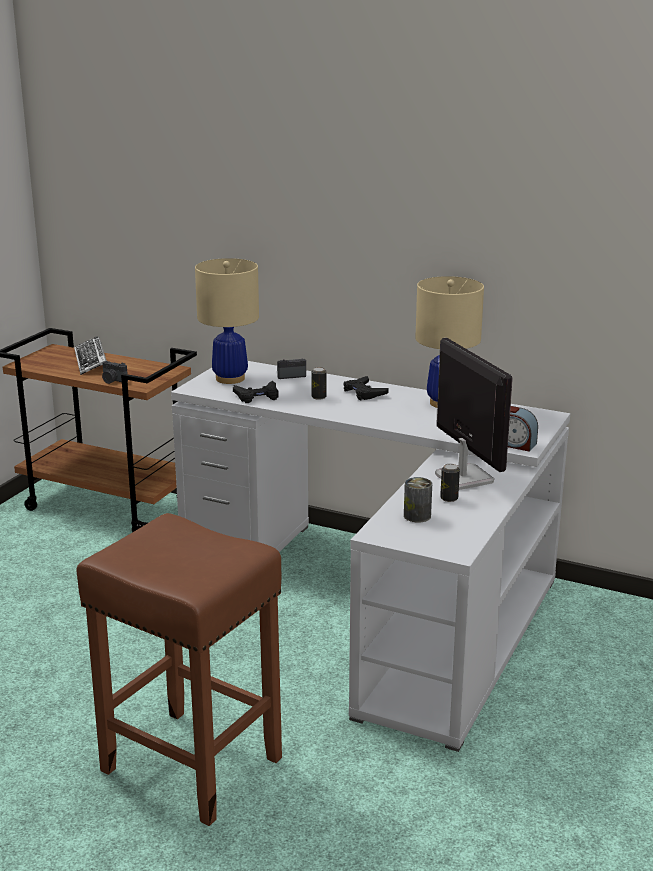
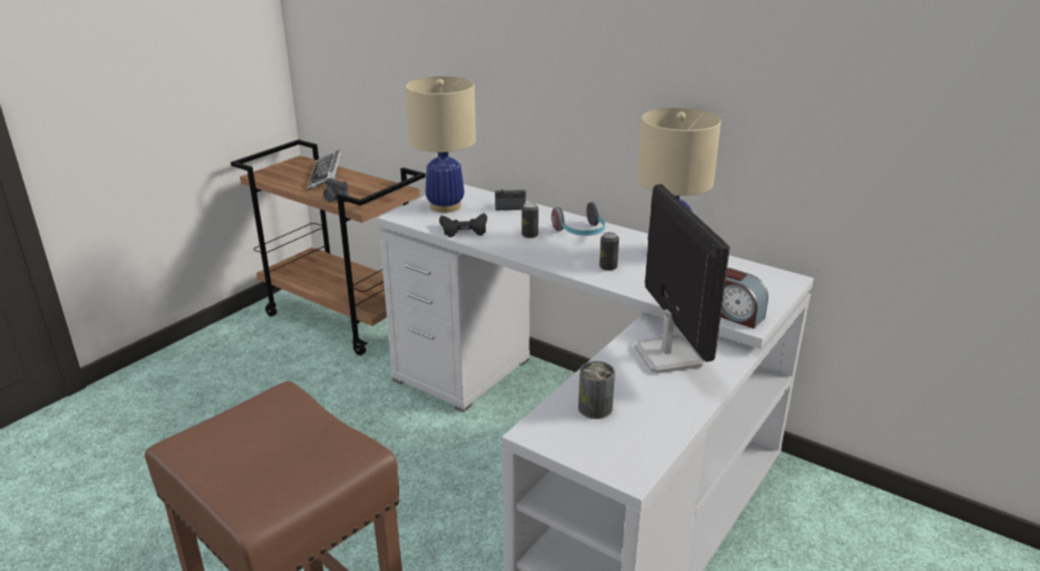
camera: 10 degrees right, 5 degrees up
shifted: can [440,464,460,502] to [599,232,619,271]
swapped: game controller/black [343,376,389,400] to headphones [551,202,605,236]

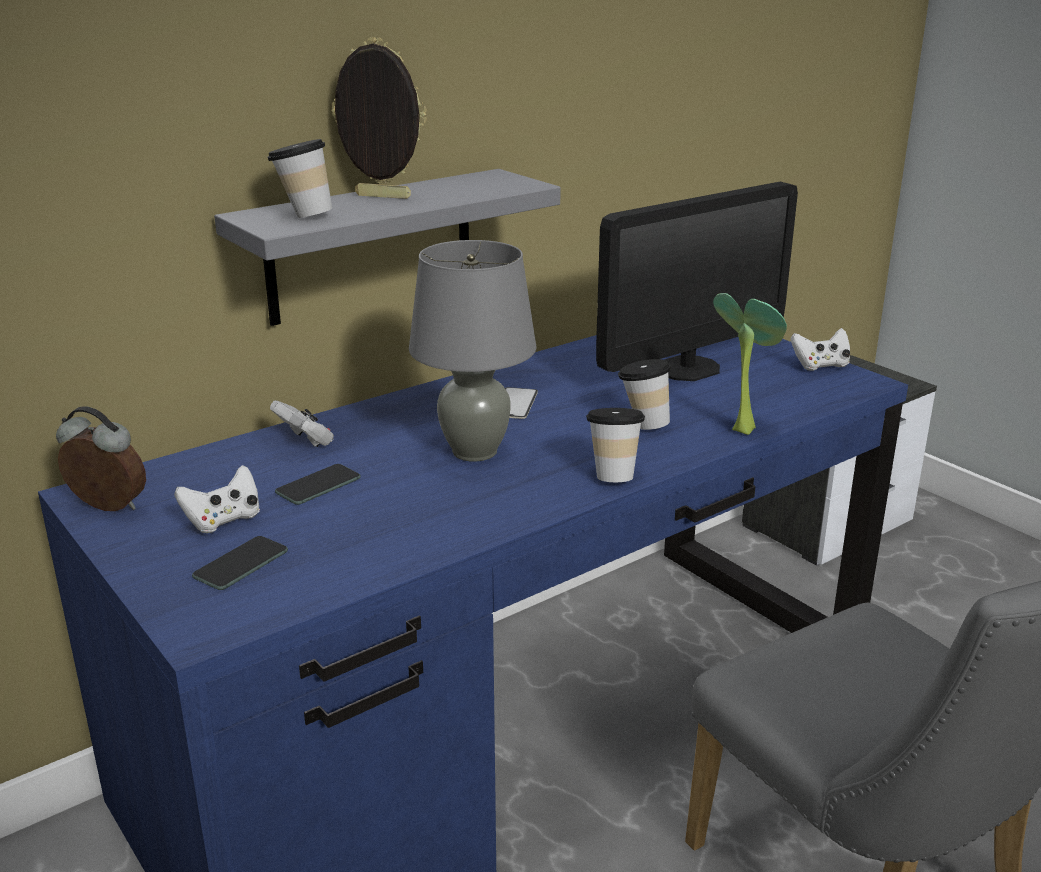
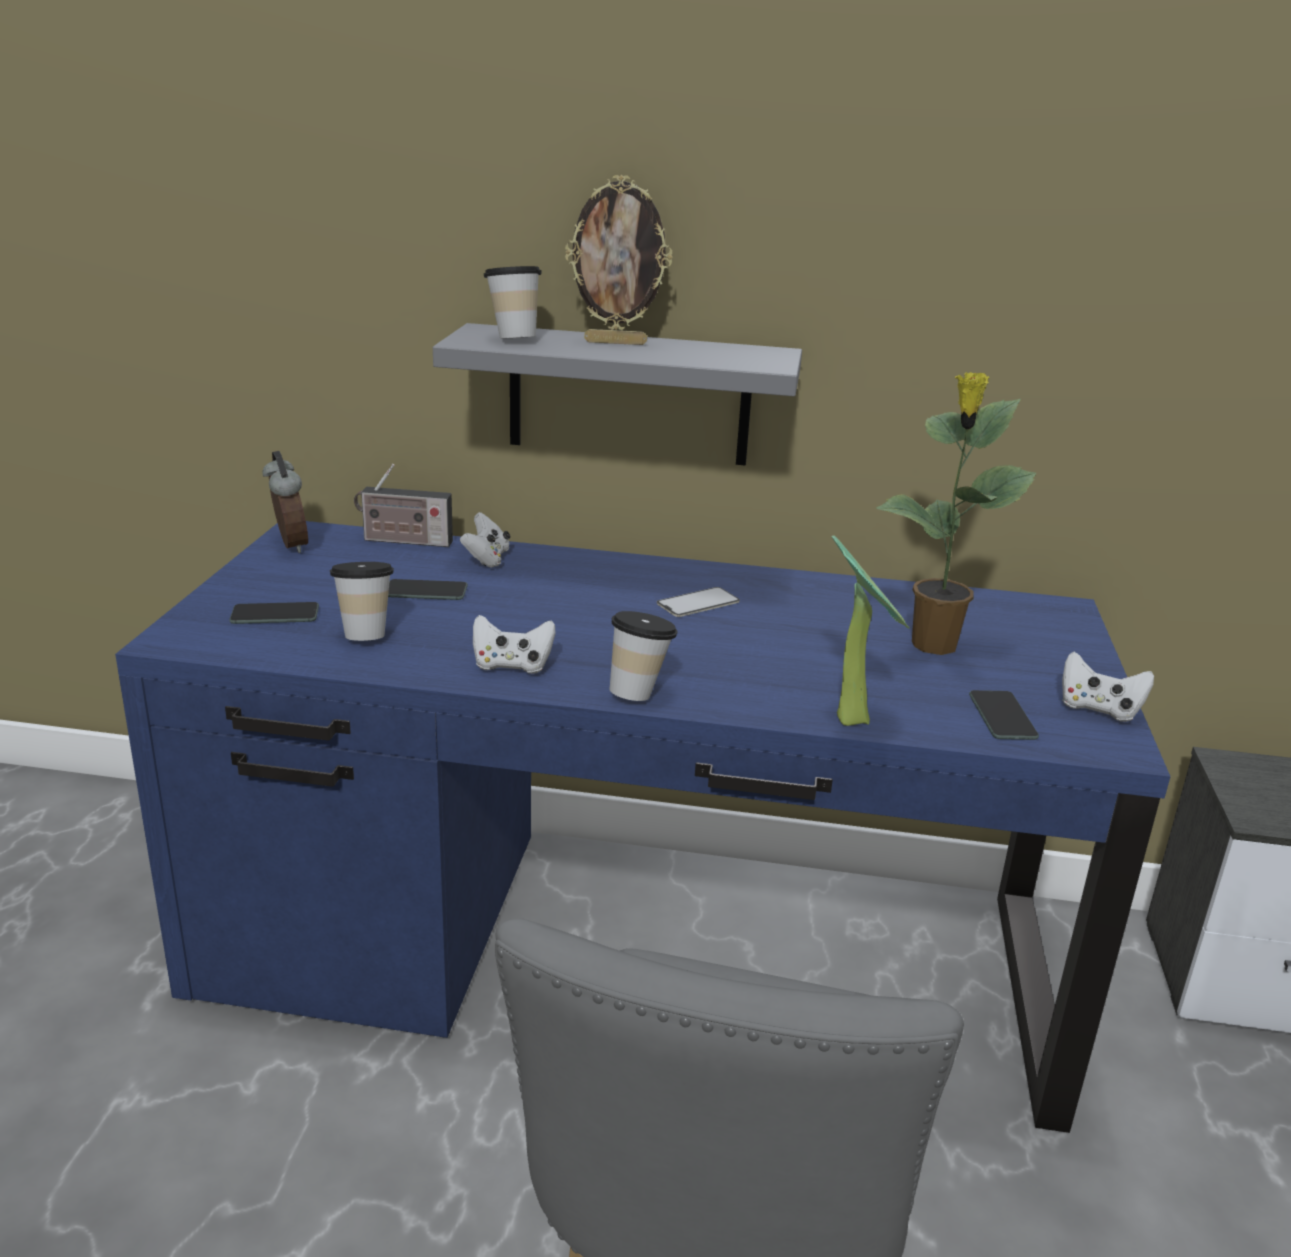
camera: 45 degrees right, 0 degrees up
gone: table lamp/grey [409,240,536,462]
new: radio [354,464,453,547]; phone [969,690,1039,740]
shifted: cup [618,359,671,430] to [330,562,394,641]; game controller/white [174,465,260,533] to [473,615,555,674]
swapped: monitor [596,182,798,381] to potted plant [876,372,1037,655]
rotated: picture frame [331,37,427,199] = [565,175,672,345] 120 degrees clockwise

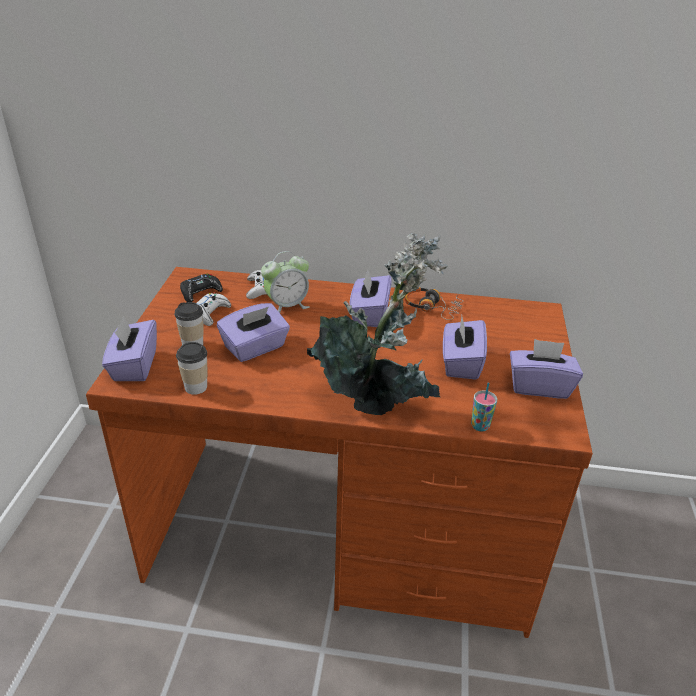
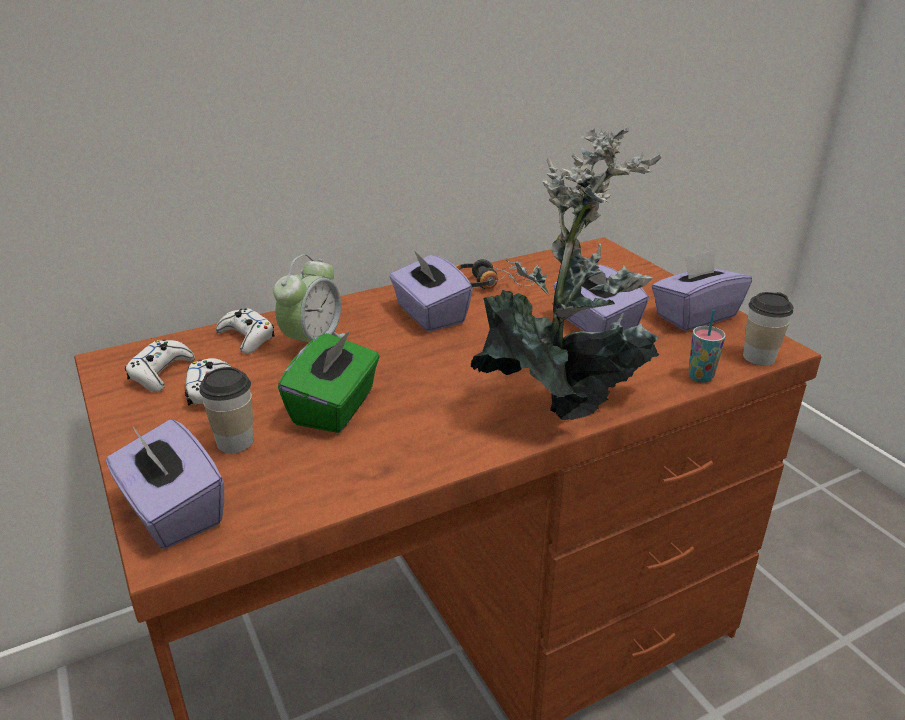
camera: 35 degrees left, 5 degrees down
shifted: cup [176,342,207,395] to [743,292,793,366]
repainted: game controller/black [180,273,223,302] to game controller/white [125,339,195,392]; tissue box/purple [217,303,290,362] to tissue box/green [278,331,380,433]

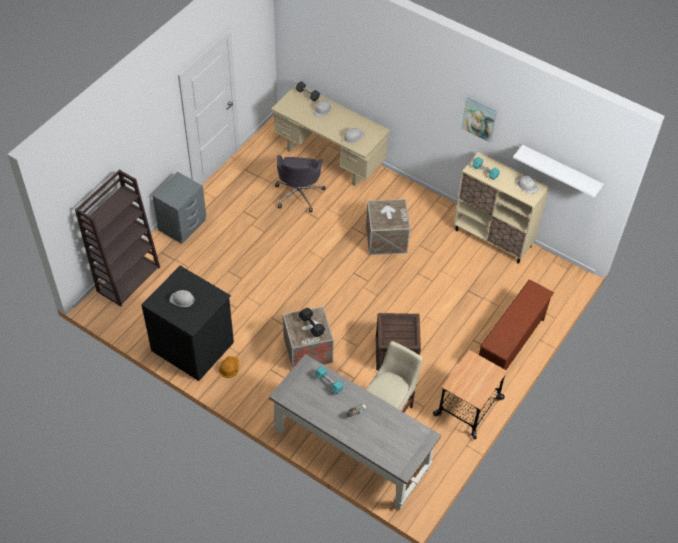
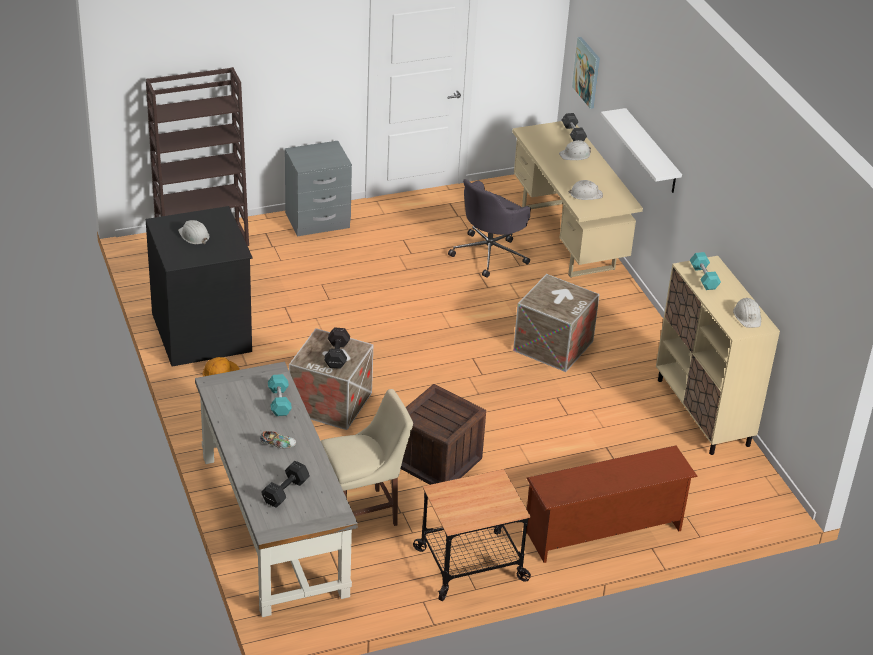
camera: 35 degrees right, 15 degrees down
new: dumbbell/black [261,461,310,508]
shifted: picture [462,97,497,142] to [572,37,600,109]; shelf/white [513,145,604,198] to [601,108,682,193]

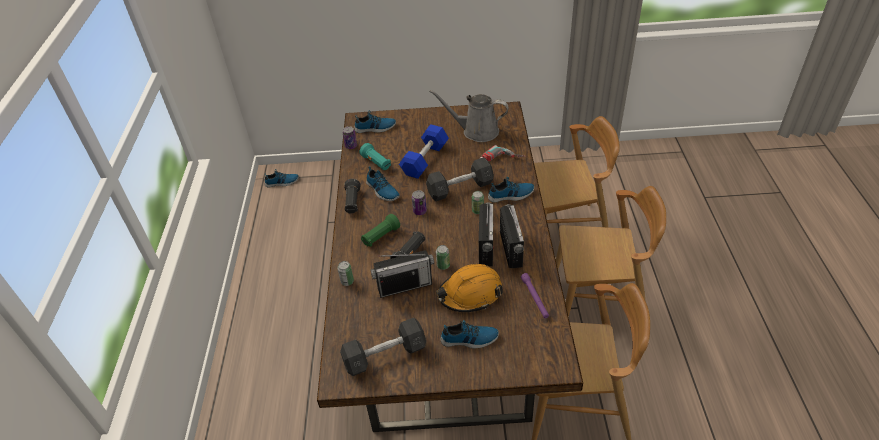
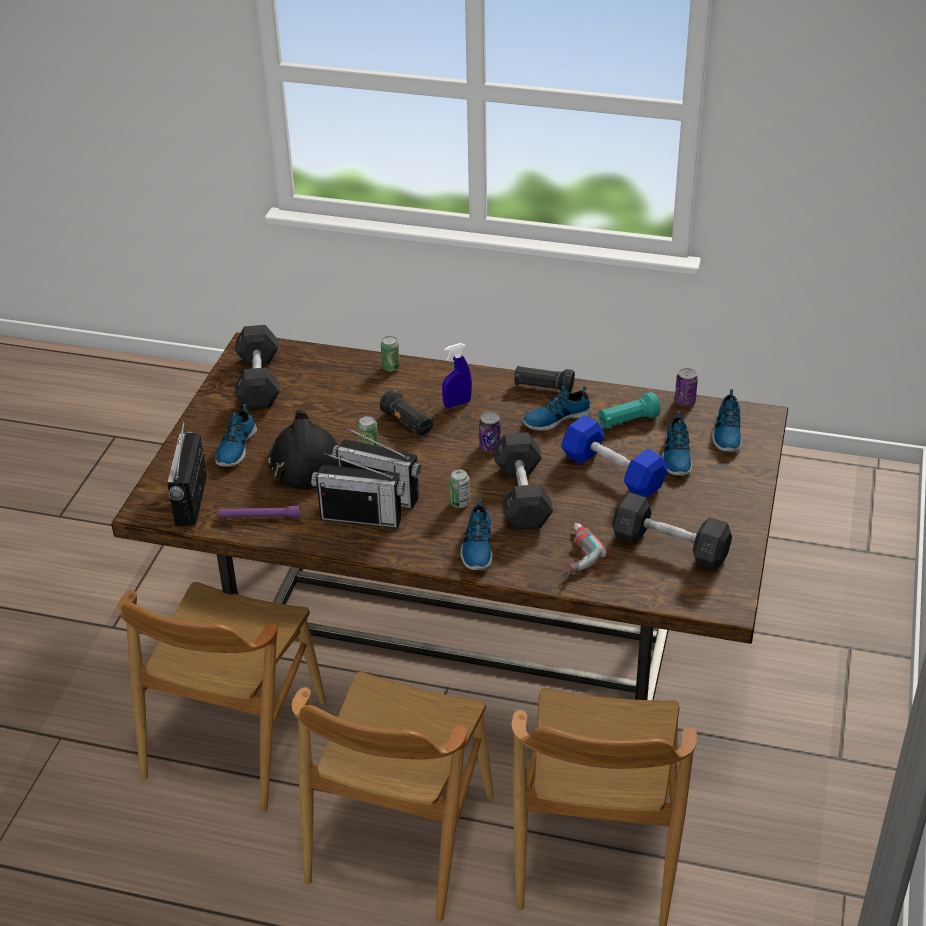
camera: 105 degrees right, 5 degrees down
shifted: radio [371,250,434,298] to [167,419,207,526]; shoe [265,169,299,187] to [662,411,692,475]
swapped: flashlight/green [361,214,400,247] to spray bottle/blue [442,343,472,408]; watering can/grey [429,90,509,142] to dumbbell/grey [612,492,732,570]
repainted: hard hat/orange [436,264,503,312] to hard hat/black [268,409,338,490]

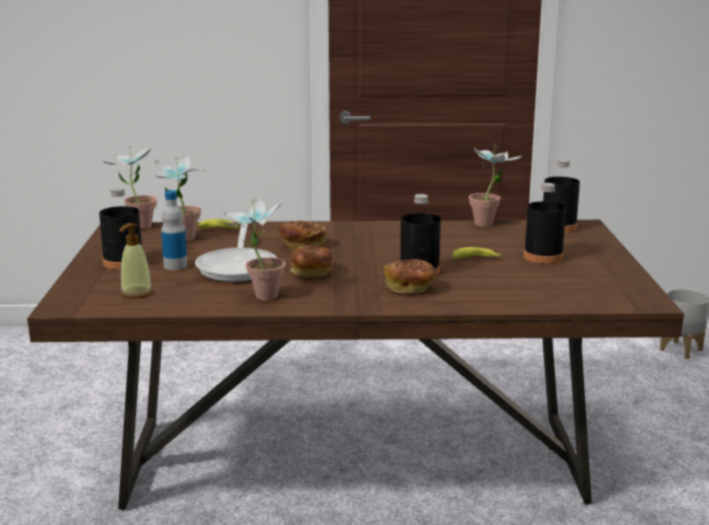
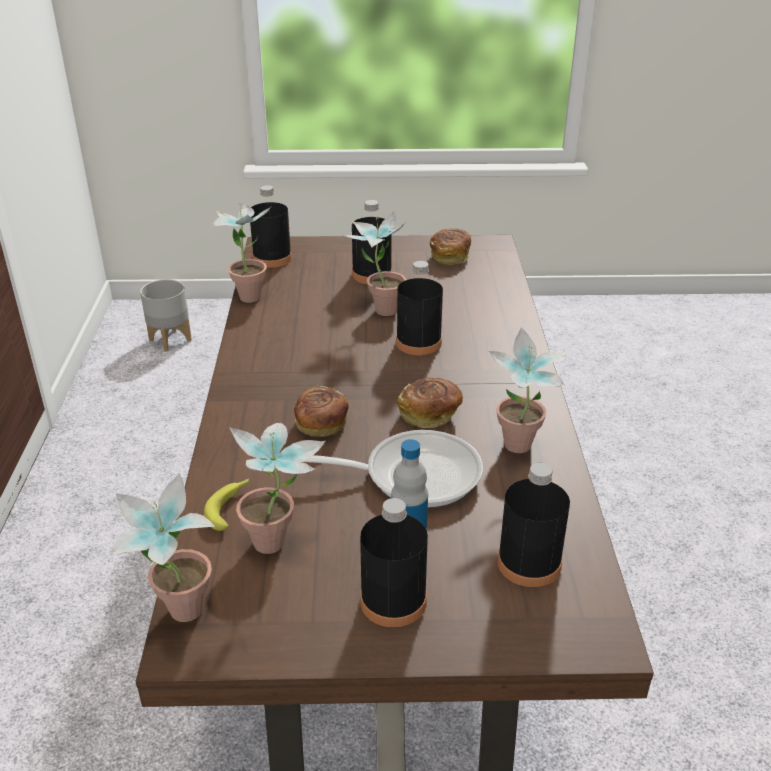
camera: 90 degrees left, 15 degrees up
shifted: bread [384,259,437,293] to [430,228,471,265]
swapped: banana [452,247,501,259] to potted plant [343,211,406,316]; soap dispenser [119,223,152,298] to bottle/black [497,463,570,587]

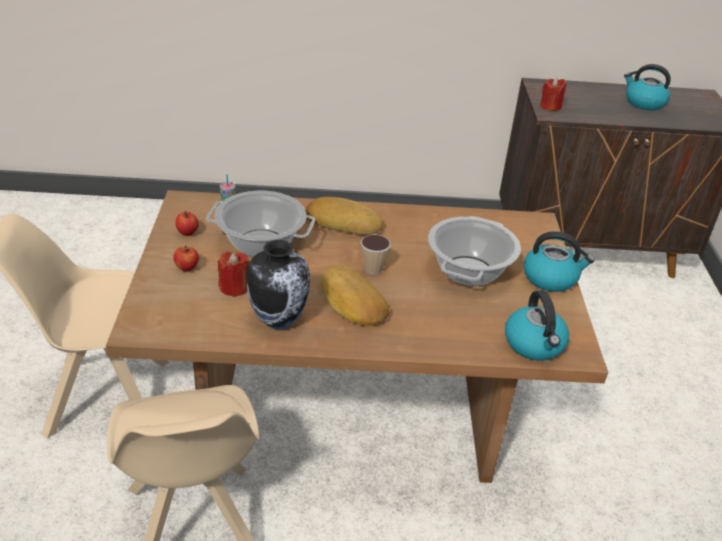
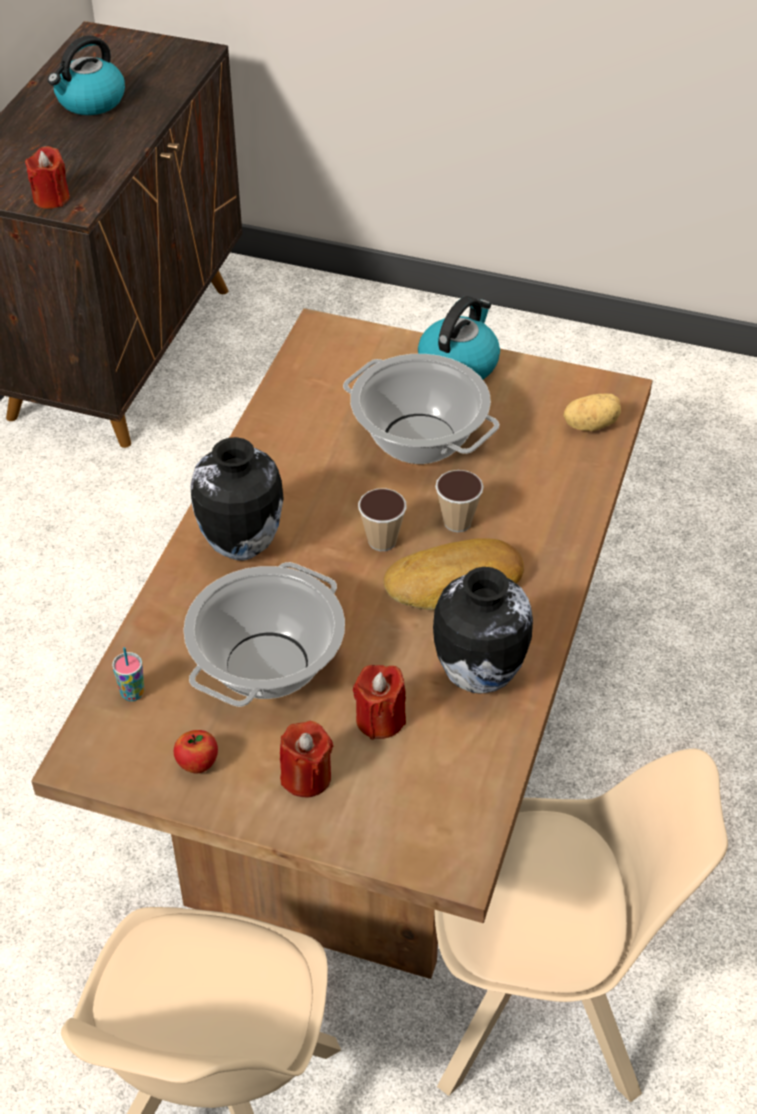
camera: 70 degrees left, 10 degrees up
new: cup [435,470,484,532]
swapped: bread [305,197,383,235] to vase [190,437,284,561]; apple [174,246,199,272] to candle/red [280,721,333,797]; kettle [505,291,569,361] to potato [563,394,621,431]

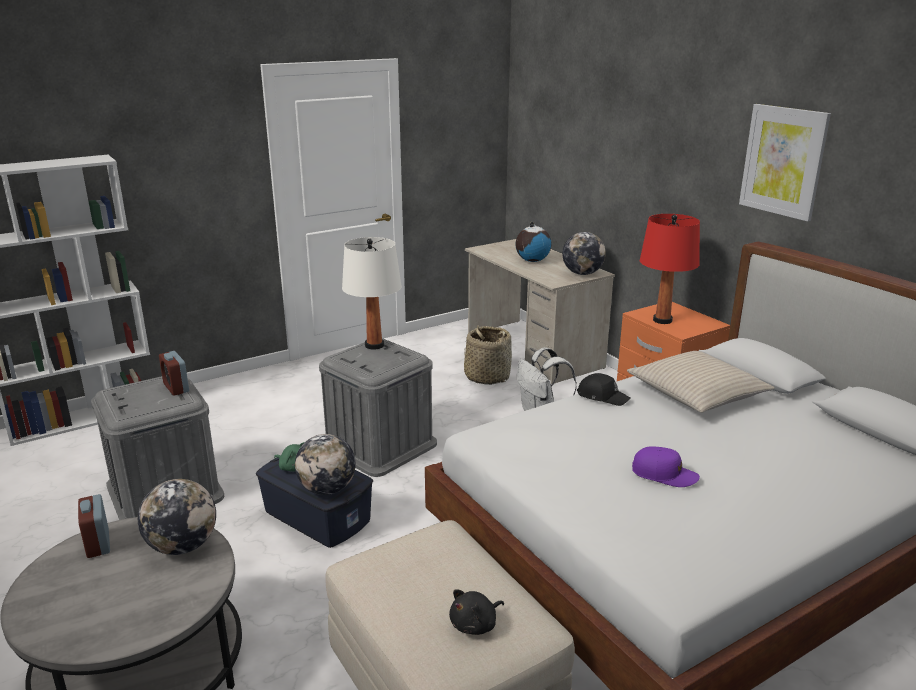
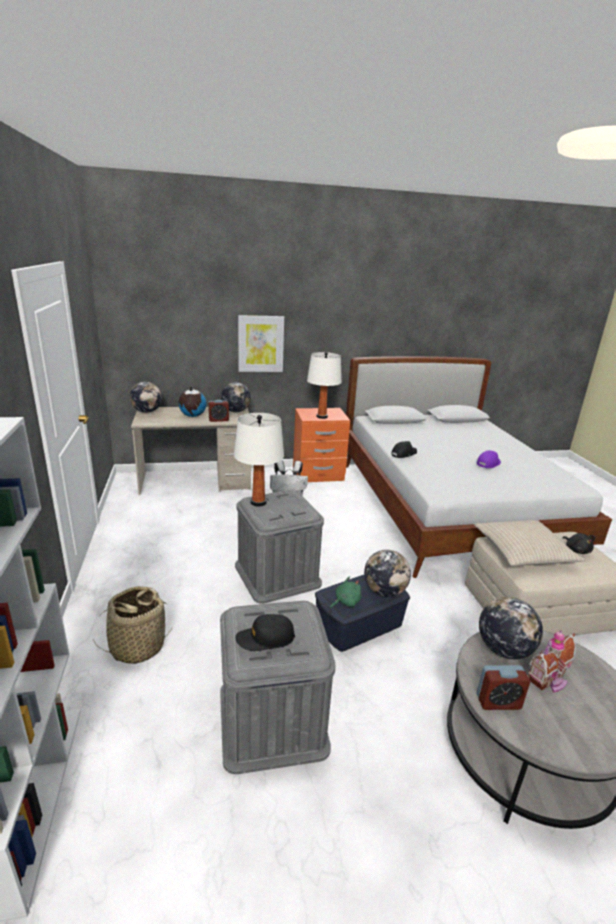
camera: 70 degrees left, 0 degrees up
new: globe [130,382,162,413]; cap/black [236,614,295,651]; toy house [528,630,576,693]
shifted: basket [464,326,512,385] to [94,586,171,664]; alarm clock [159,351,189,396] to [208,400,229,422]; picture [739,104,831,222] to [238,315,284,372]; pillow/beige [627,351,775,413] to [474,520,585,566]
repainted: table lamp/red [640,214,700,324] to table lamp/white [307,352,342,419]

